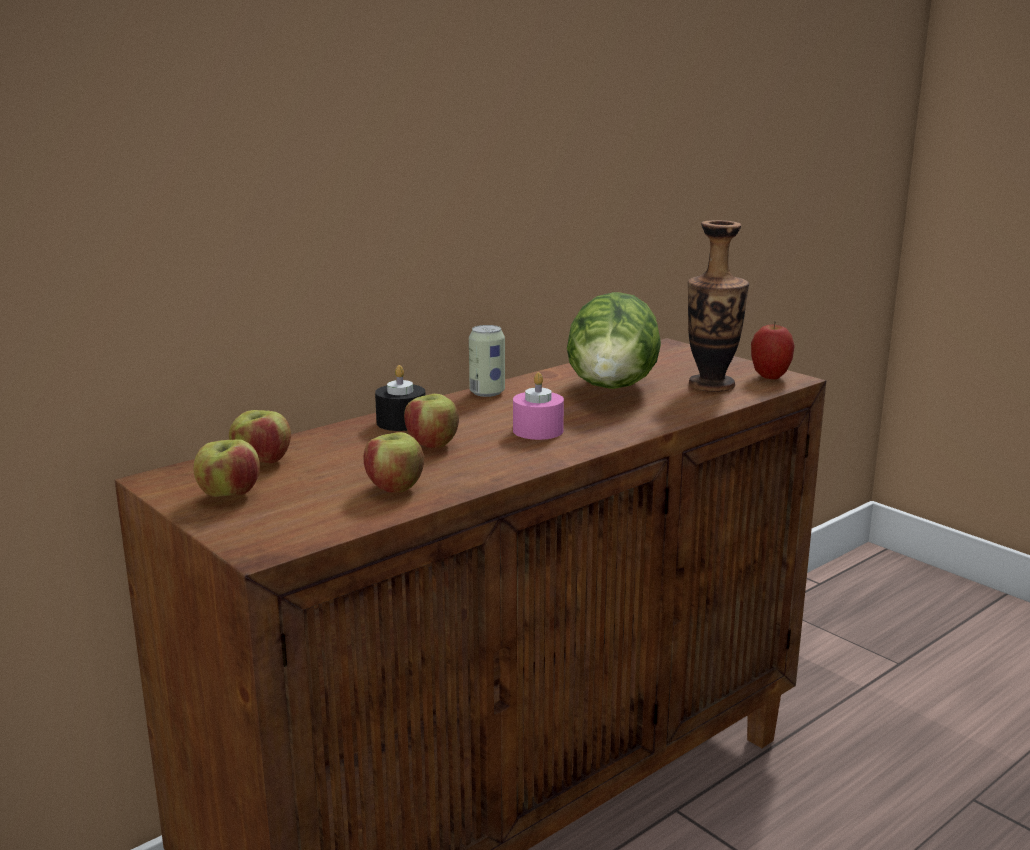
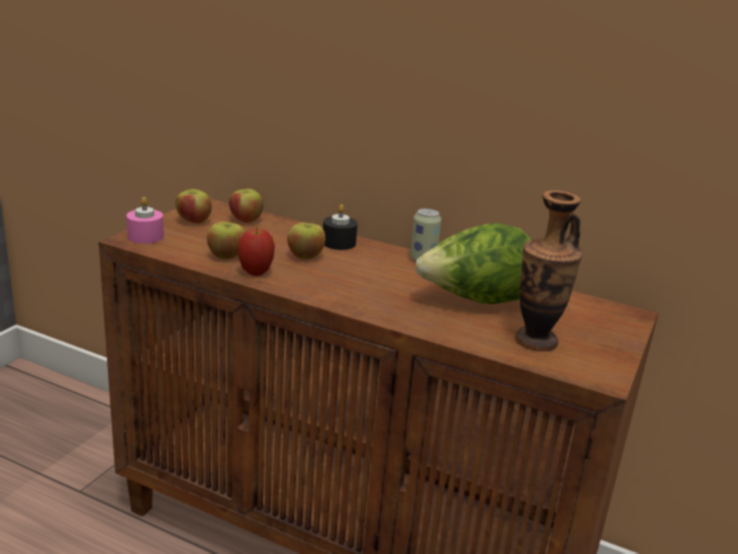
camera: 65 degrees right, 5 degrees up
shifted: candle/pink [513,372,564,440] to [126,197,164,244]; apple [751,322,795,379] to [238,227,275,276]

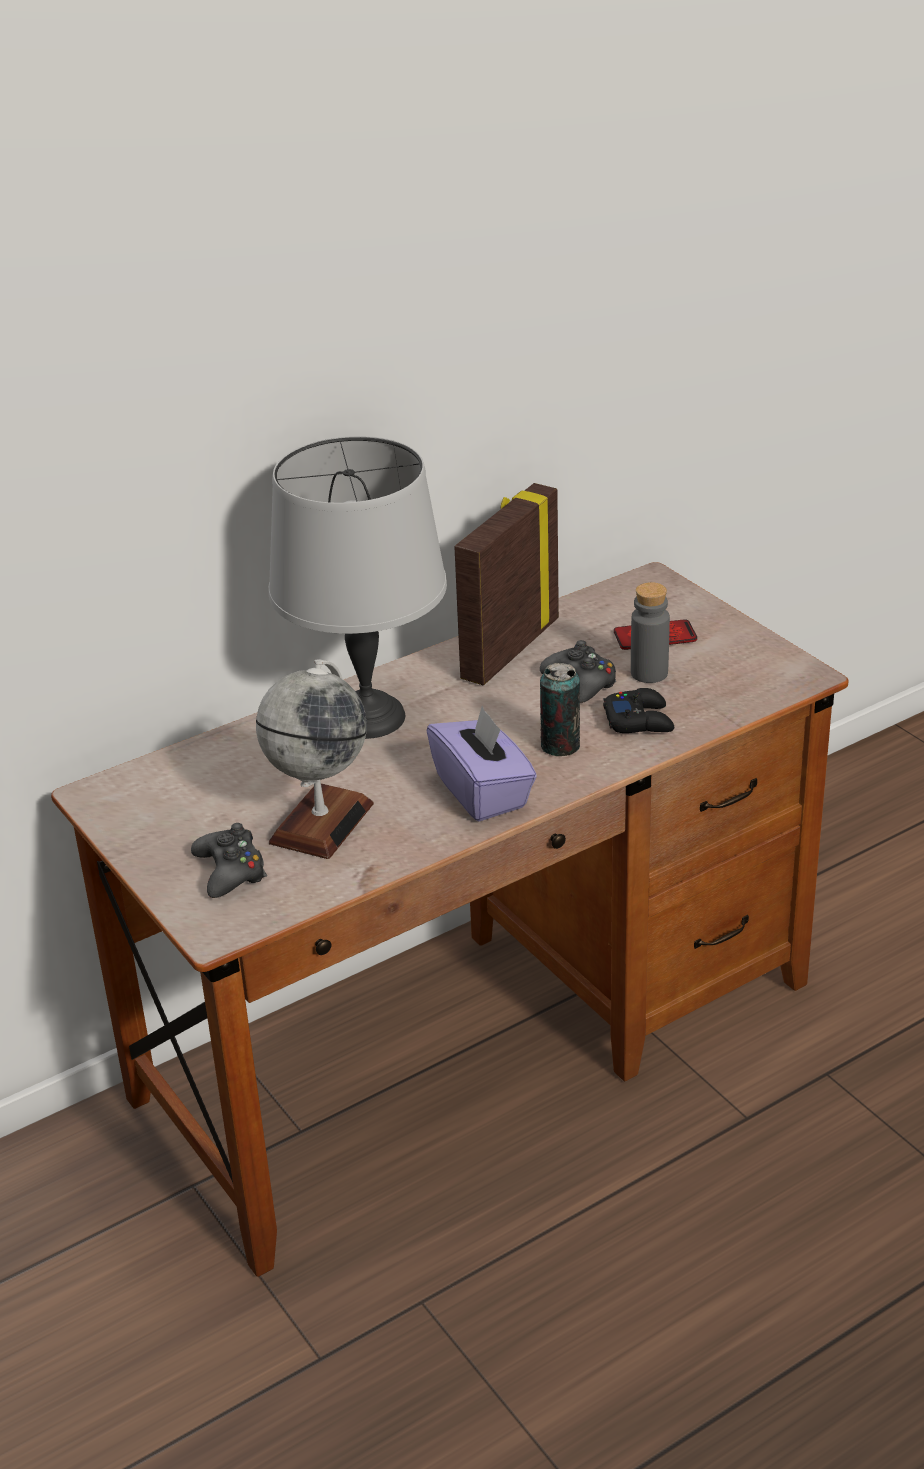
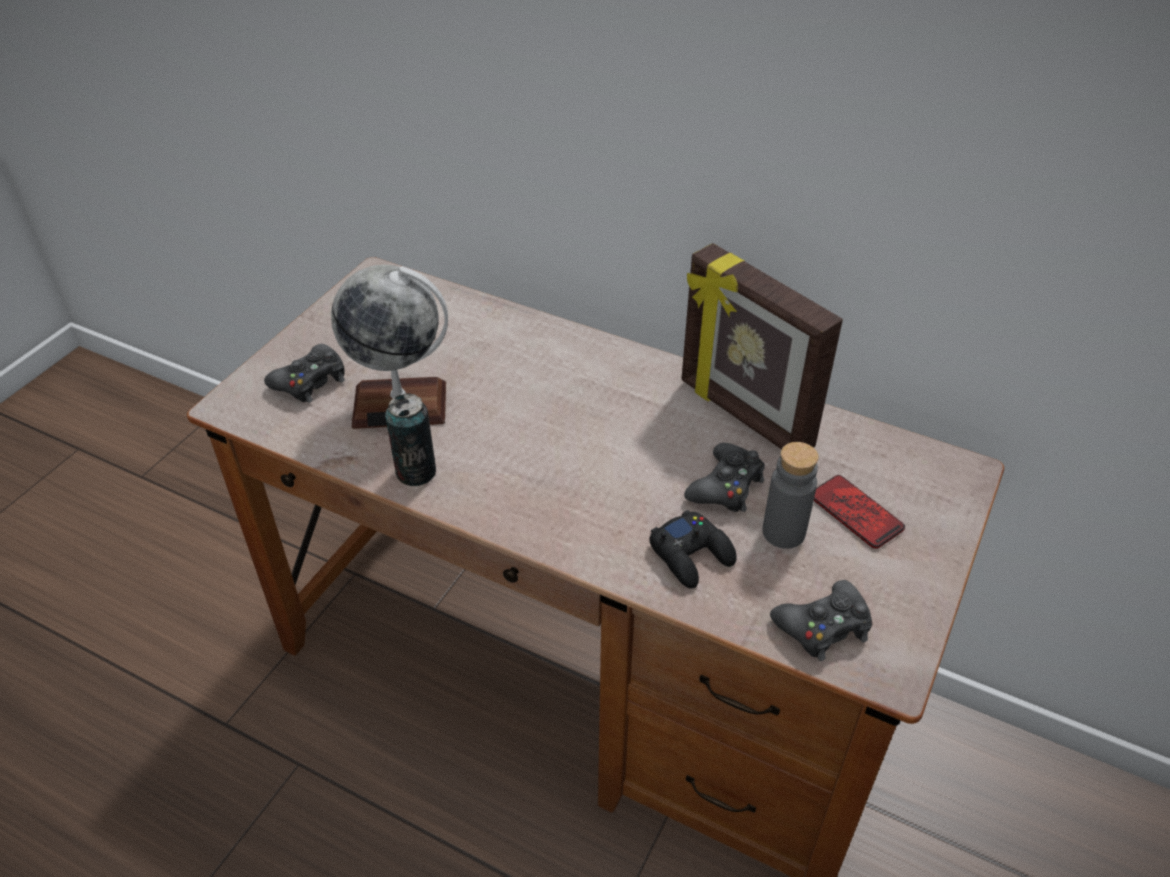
camera: 60 degrees right, 10 degrees up
gone: table lamp/grey [269,436,447,739]; tissue box/purple [427,706,537,822]
new: game controller/black [770,580,872,661]
shifted: can [540,663,580,756] to [385,393,436,486]
rotated: picture frame [454,483,559,685] = [681,243,843,450] 135 degrees counterclockwise

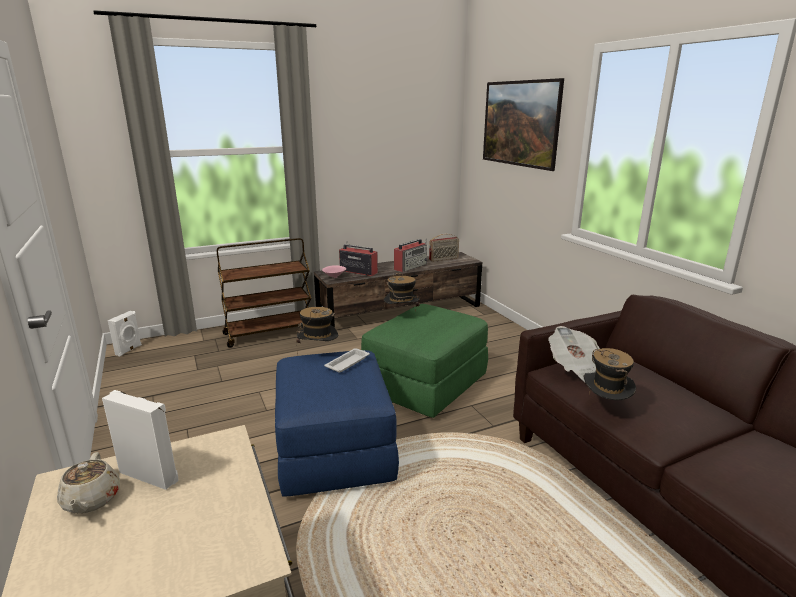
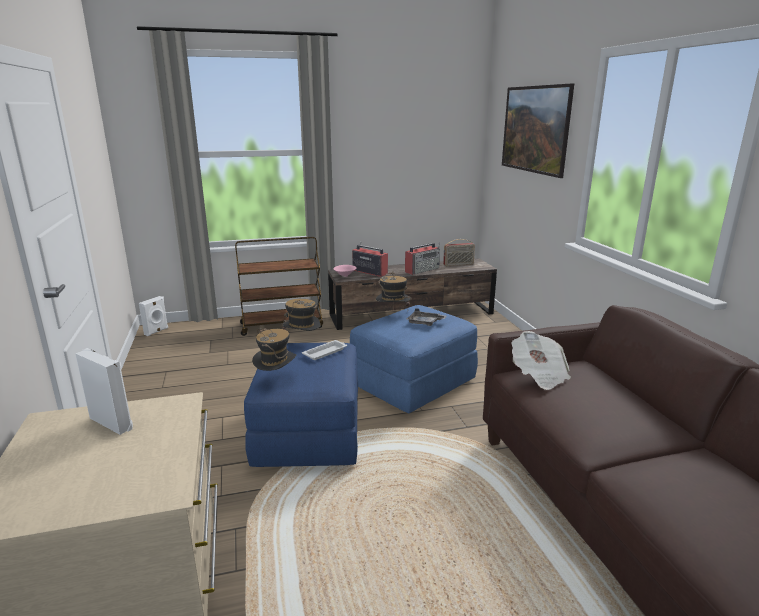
camera: 10 degrees right, 0 degrees up
gone: teapot/beige [57,452,120,513]
new: tray/grey [407,308,447,326]
shifted: hat [583,348,636,400] to [252,328,296,371]
repainted: ottoman/green [361,304,488,418] to ottoman/blue [350,305,478,413]

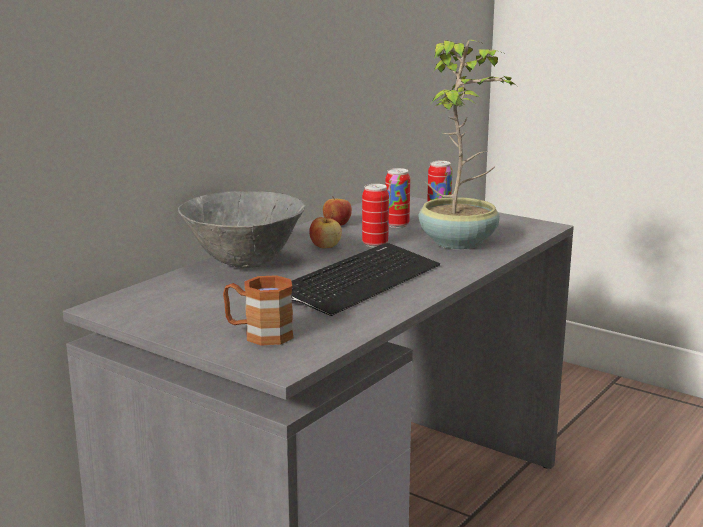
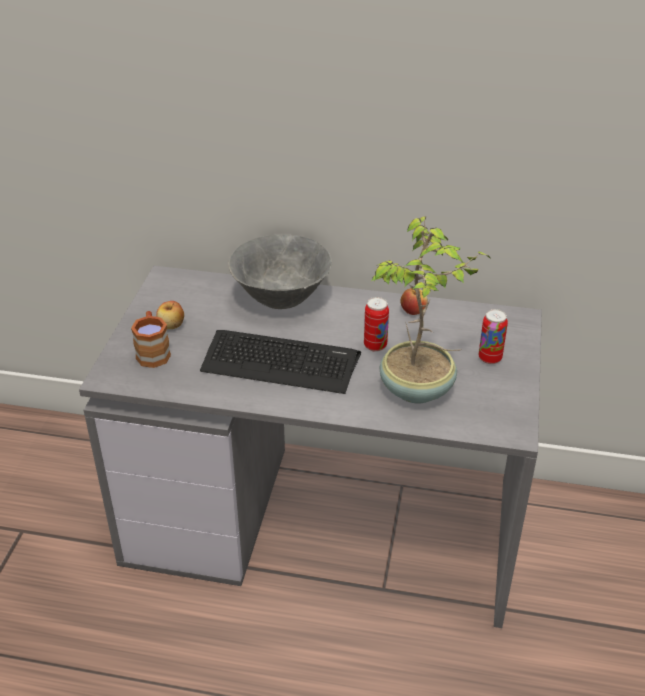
camera: 65 degrees right, 20 degrees up
gone: can [385,168,410,228]
shifted: apple [309,214,342,248] to [156,301,184,329]

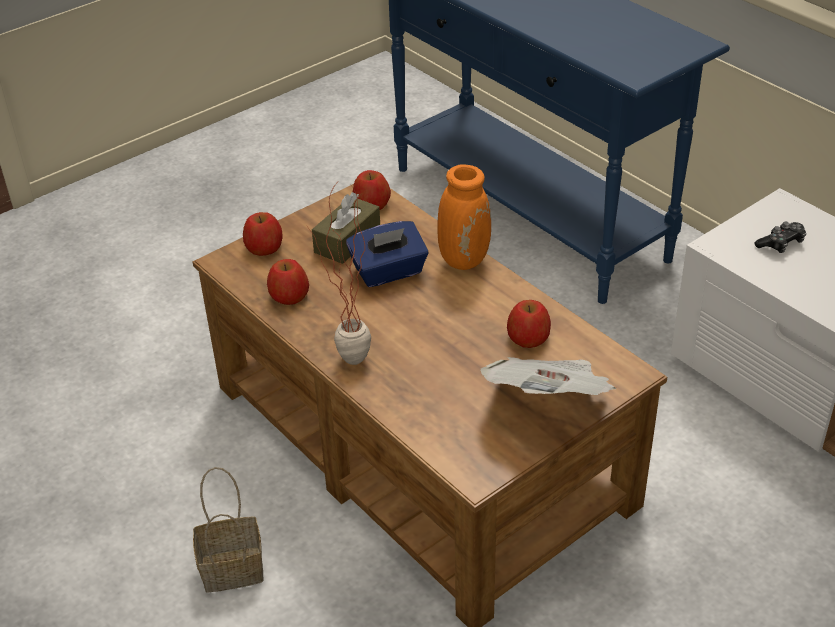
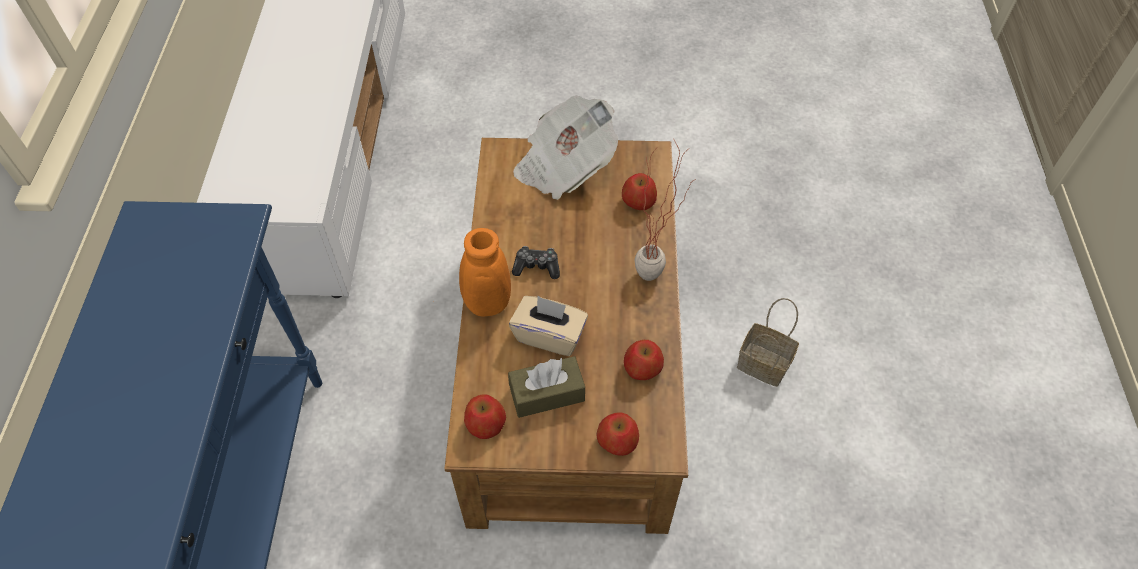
camera: 140 degrees left, 15 degrees up
shifted: game controller [754,221,807,253] to [512,246,560,279]; apple [507,300,551,348] to [622,173,657,210]
repainted: tissue box/blue [346,221,429,287] to tissue box/beige [509,296,588,356]

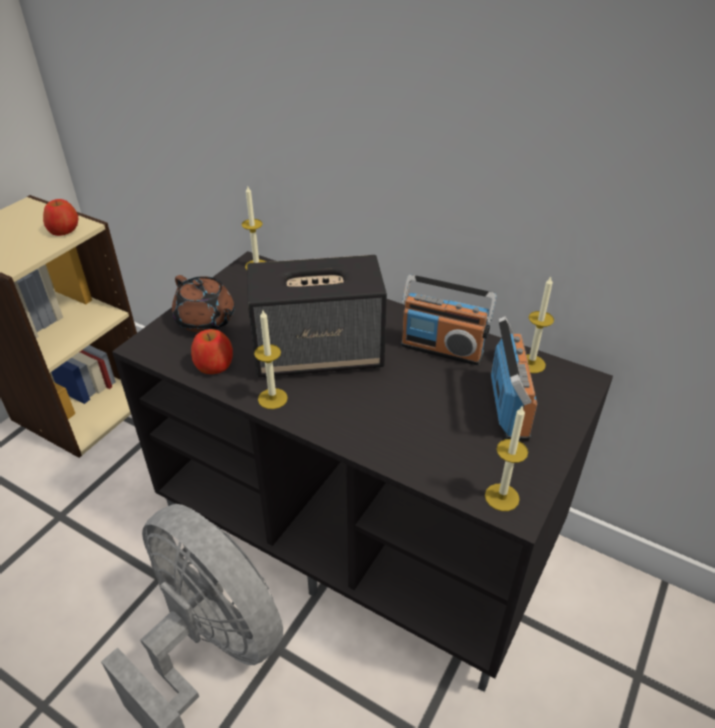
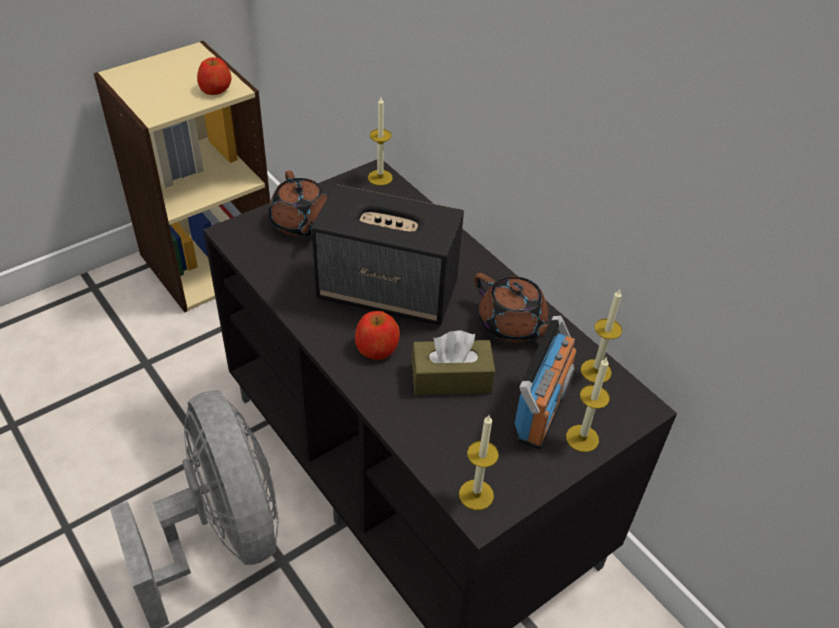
camera: 20 degrees right, 5 degrees up
new: tissue box/brown [412,330,495,395]
shifted: apple [191,329,233,374] to [355,311,400,360]; candle [254,310,288,409] to [566,357,610,452]
swapped: radio [401,275,497,366] to teapot/brown [474,273,549,342]

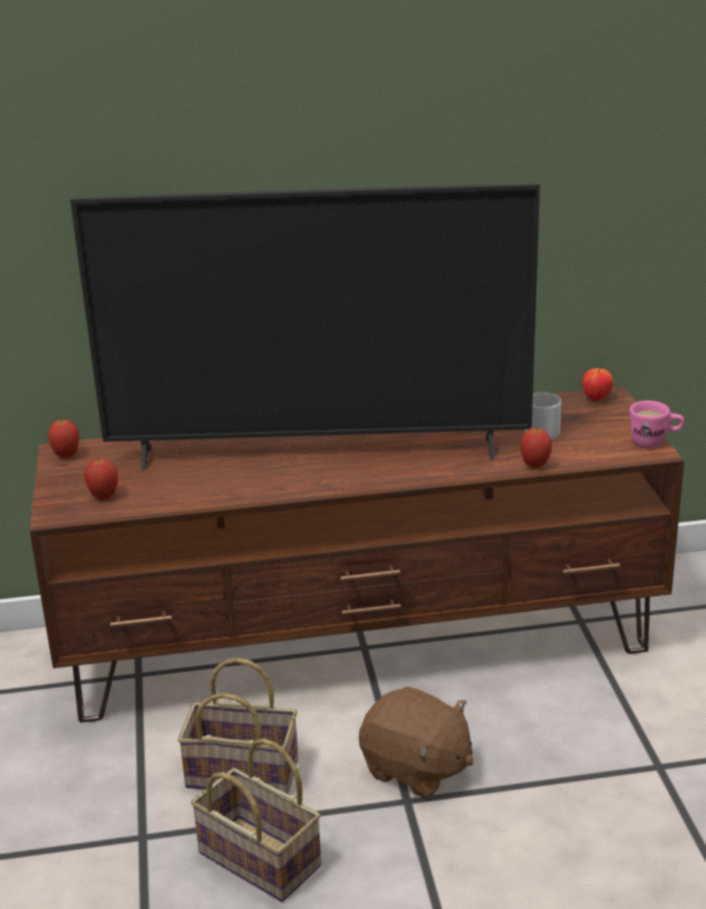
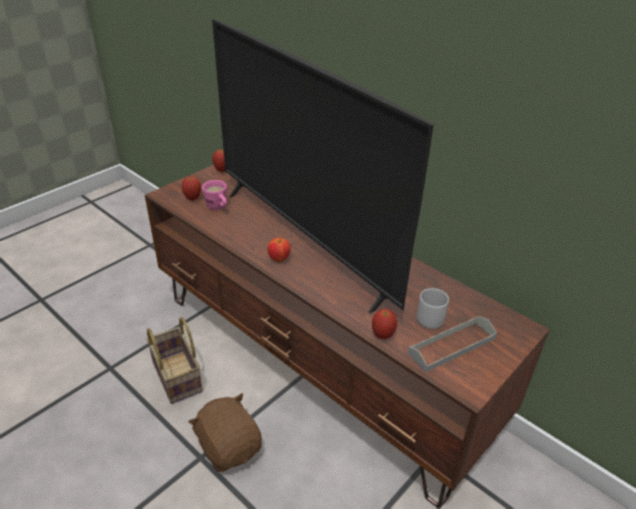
camera: 50 degrees right, 10 degrees up
gone: basket [191,738,321,902]
new: tray/grey [408,316,497,372]
shifted: mug/pink [630,401,684,448] to [202,180,227,210]; apple [582,366,613,402] to [268,238,291,263]
rotated: plush toy/brown [359,687,474,799] = [188,393,262,472] 150 degrees clockwise

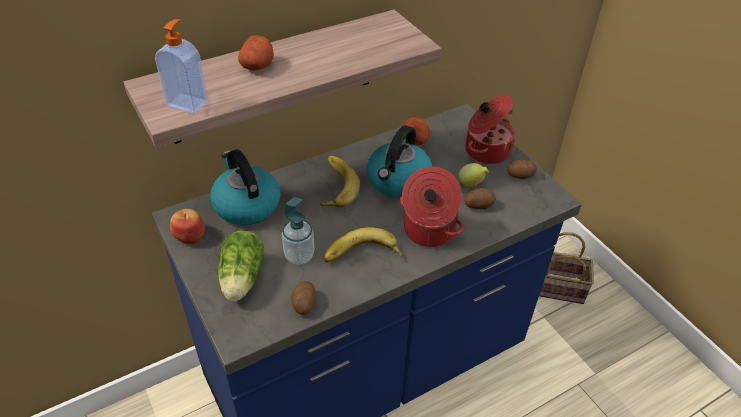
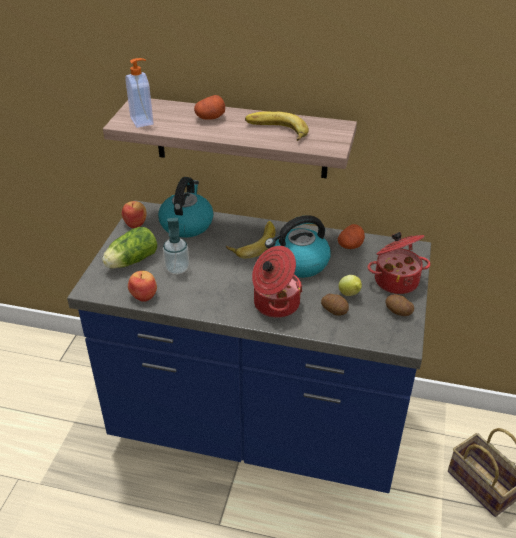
camera: 45 degrees right, 5 degrees down
shifted: banana [324,227,402,262] to [245,111,309,141]
swapped: potato [291,281,316,315] to apple [128,271,157,302]

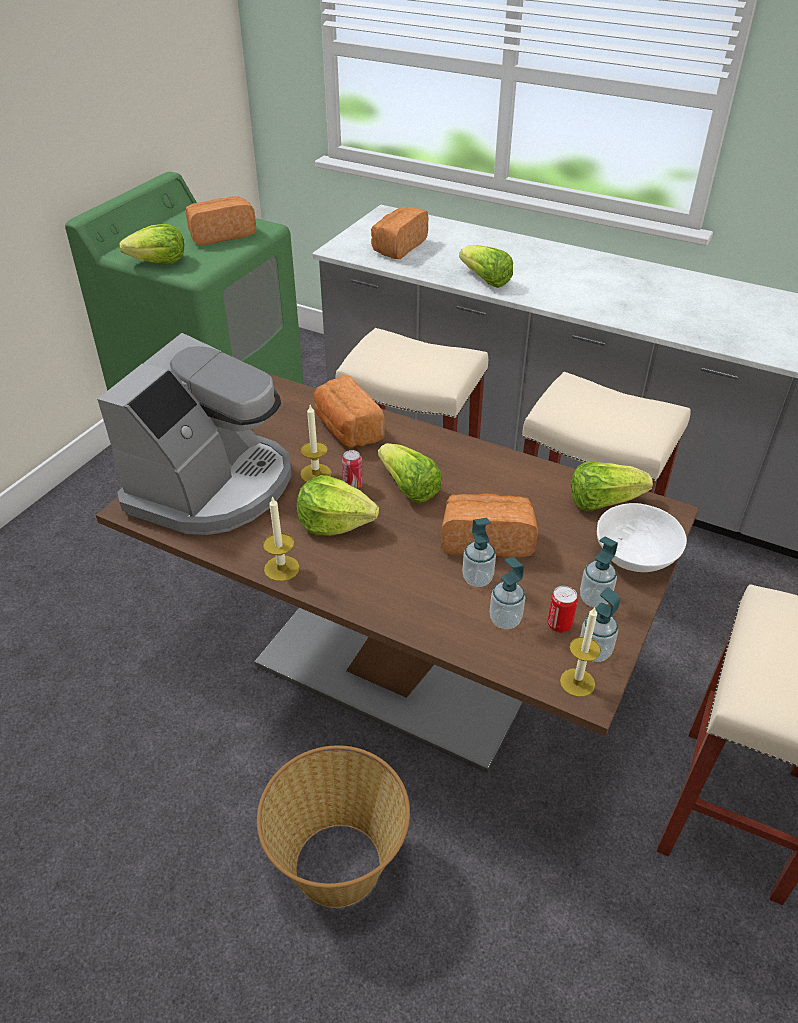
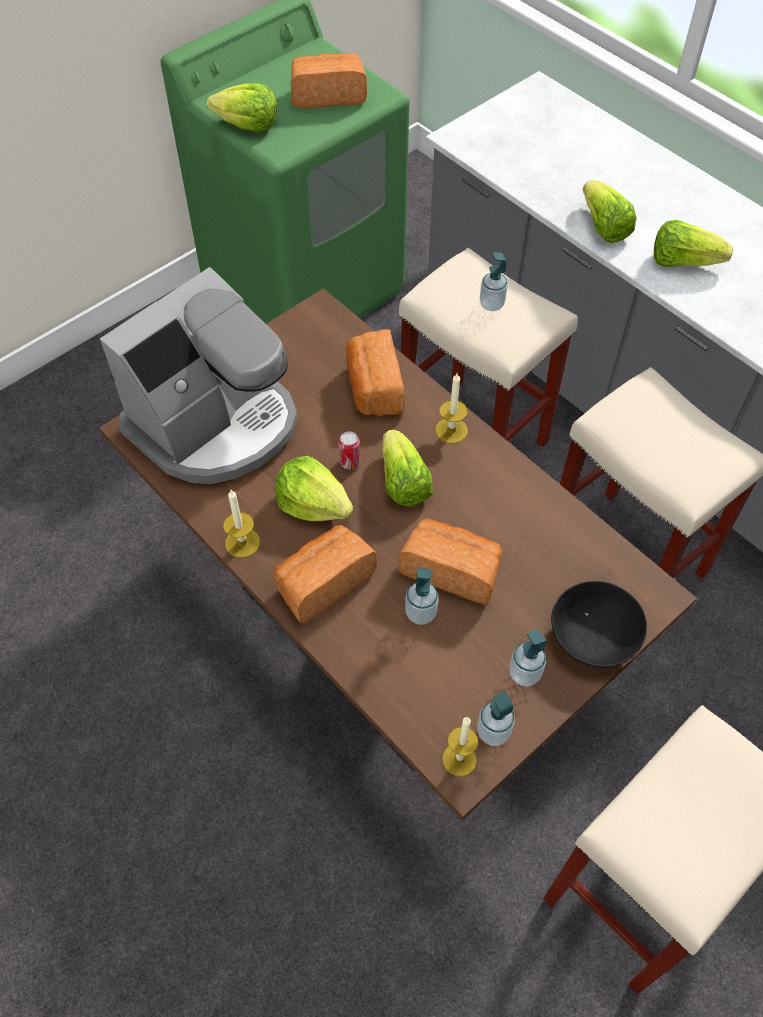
camera: 20 degrees right, 15 degrees up
gone: basket [257,745,410,908]; can [548,586,578,633]
shifted: bread [371,207,428,259] to [274,525,377,623]; candle [300,405,332,482] to [436,373,468,444]; soap dispenser [490,557,525,629] to [480,252,508,311]; lettuce [571,462,653,511] to [654,220,733,267]
repainted: bowl/white [597,503,687,572] to bowl/black [551,581,647,667]

